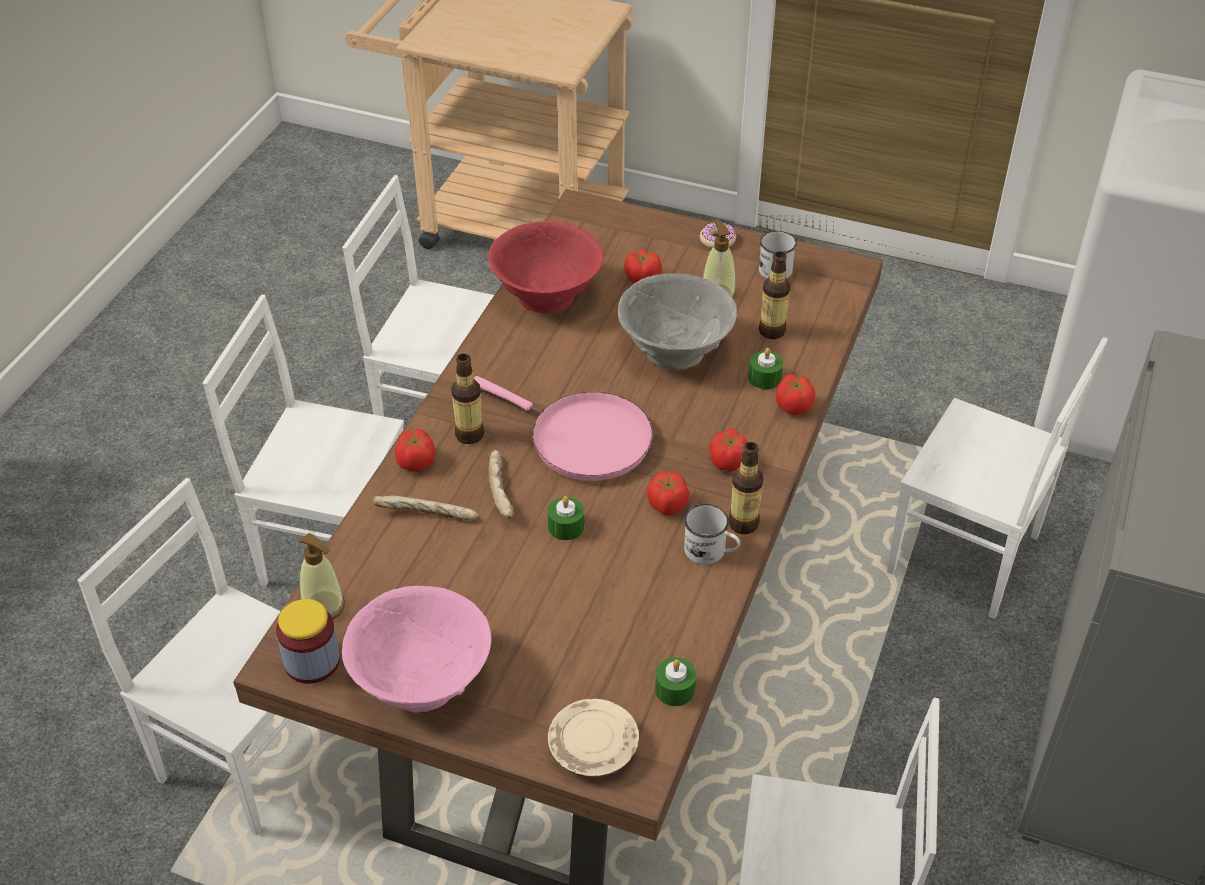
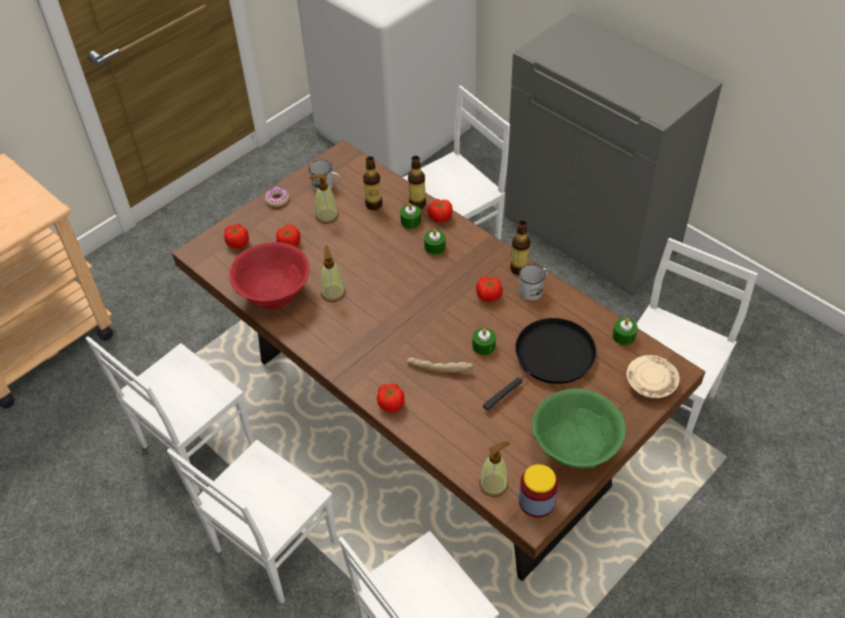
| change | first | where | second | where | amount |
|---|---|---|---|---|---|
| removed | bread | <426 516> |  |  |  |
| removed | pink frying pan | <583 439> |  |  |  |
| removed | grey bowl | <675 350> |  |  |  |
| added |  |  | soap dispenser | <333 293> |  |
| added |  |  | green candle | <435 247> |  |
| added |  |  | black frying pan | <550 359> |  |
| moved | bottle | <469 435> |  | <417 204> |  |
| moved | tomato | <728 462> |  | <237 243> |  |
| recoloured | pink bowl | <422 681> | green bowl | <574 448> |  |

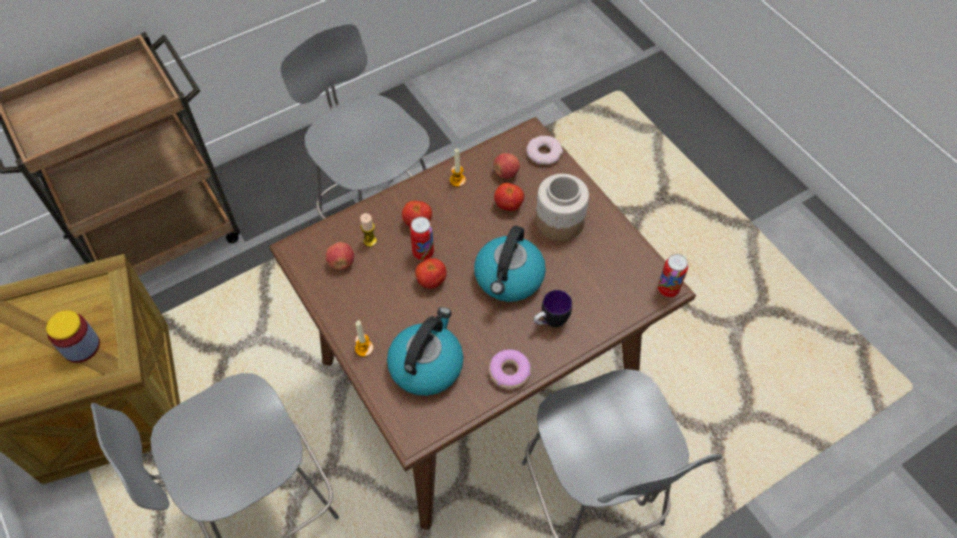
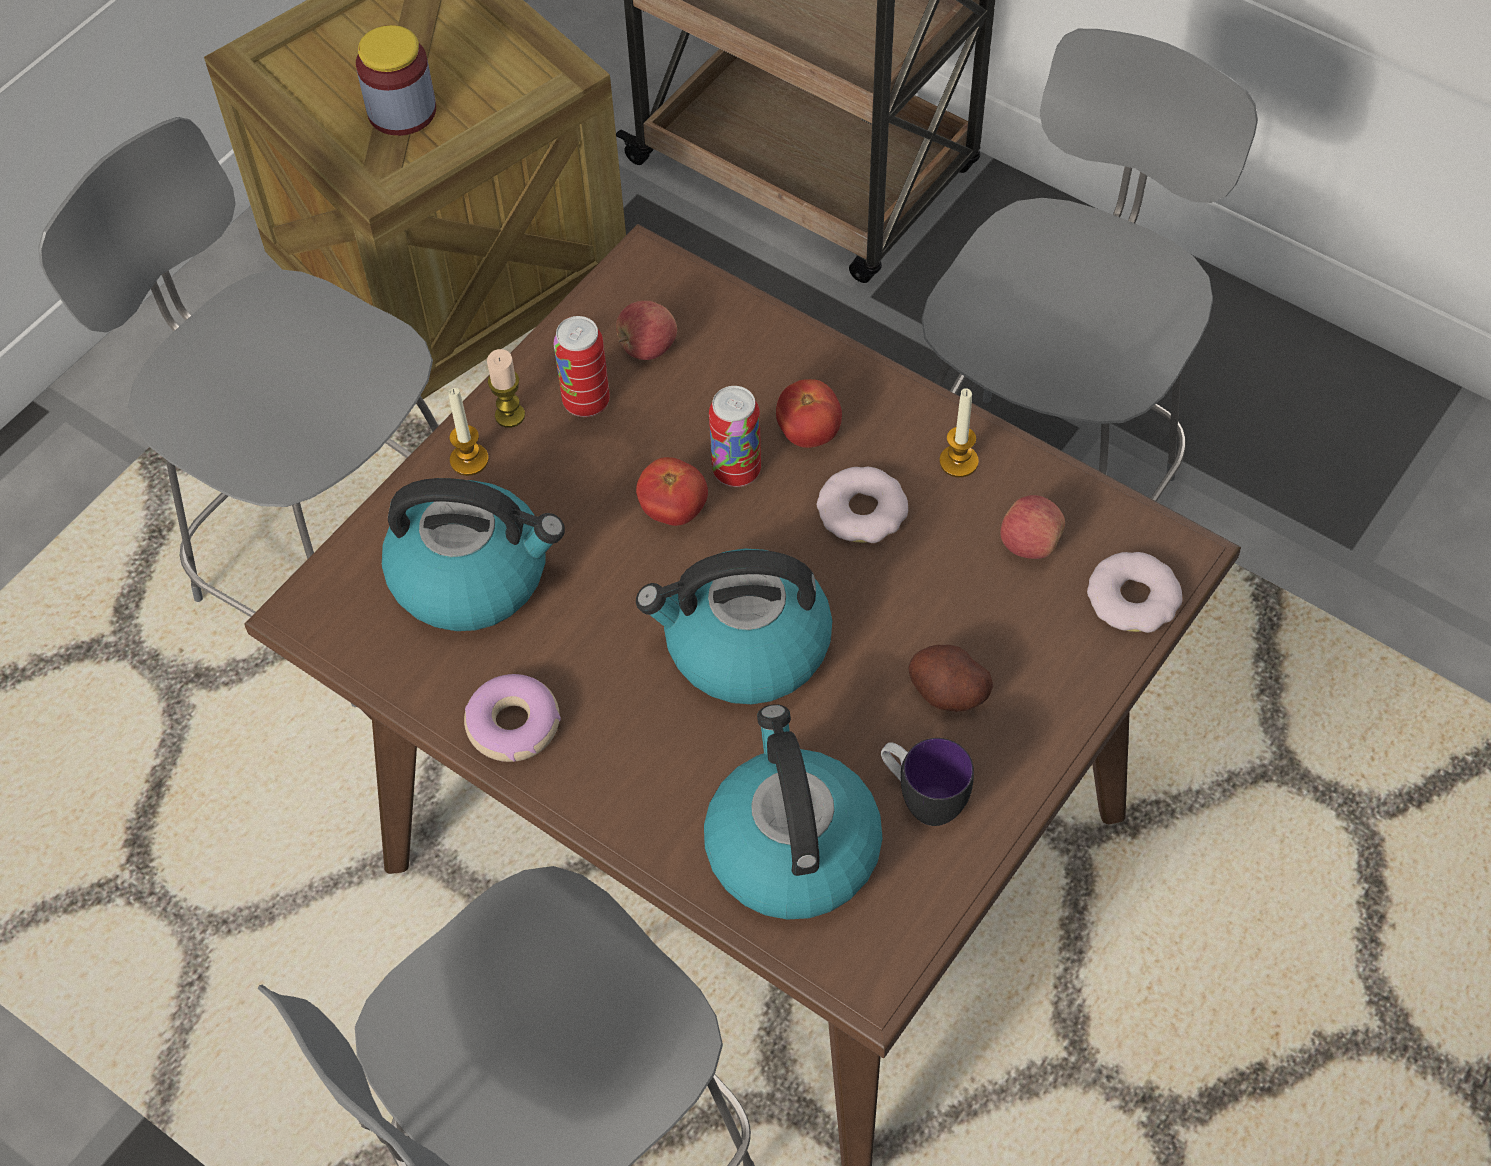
| change | first | where | second | where | amount |
|---|---|---|---|---|---|
| removed | tomato | <508 205> |  |  |  |
| added |  |  | kettle | <791 847> |  |
| added |  |  | donut | <862 511> |  |
| moved | candle | <370 241> |  | <510 415> |  |
| moved | mug | <550 322> |  | <922 799> |  |
| moved | can | <668 289> |  | <586 402> |  |
| replaced | jar | <559 221> | potato | <948 692> |  |

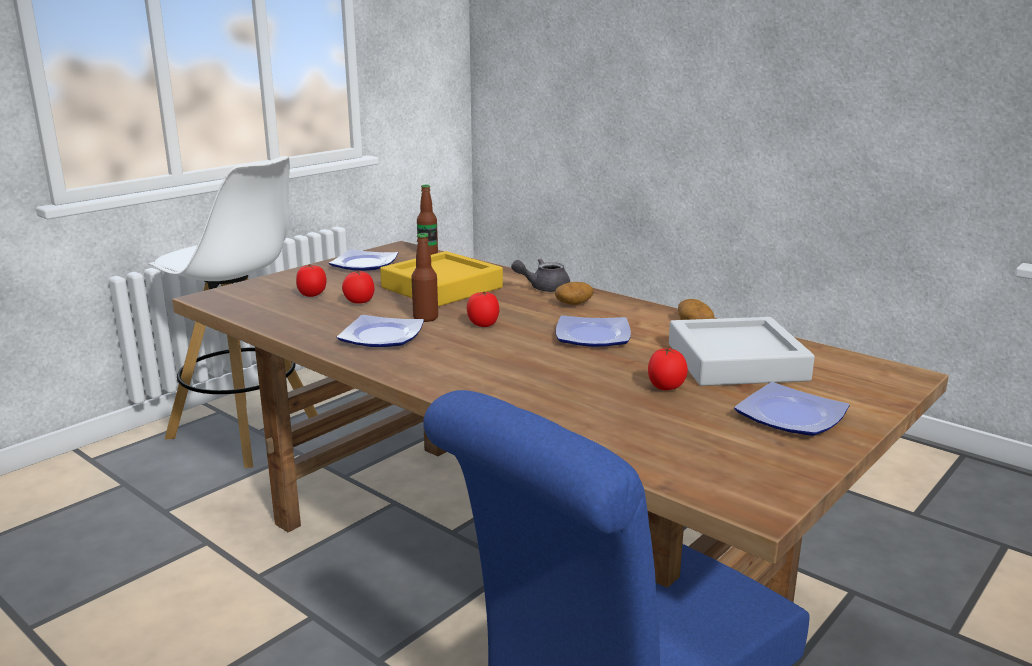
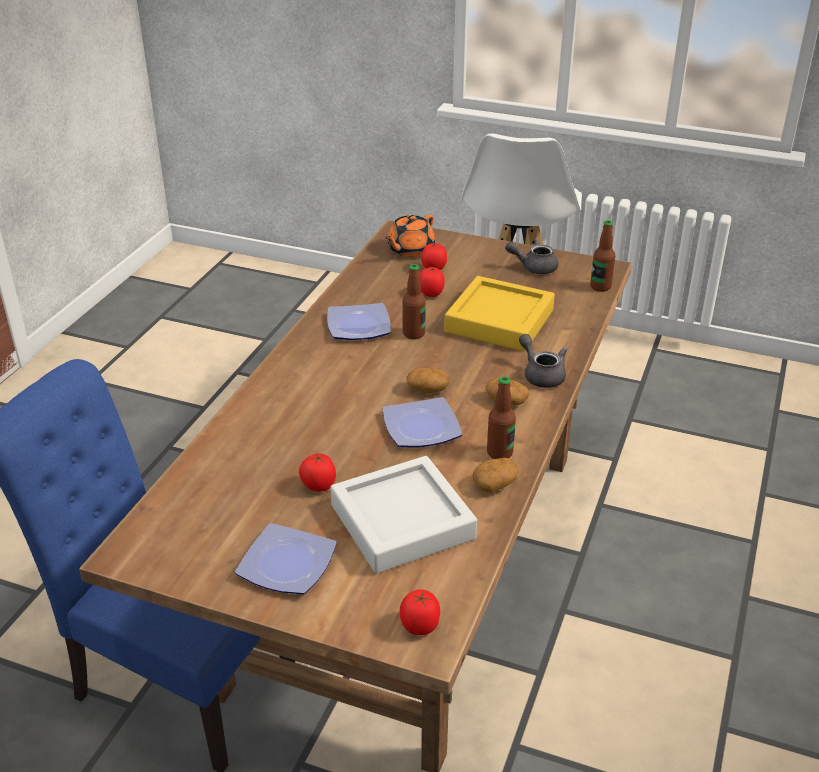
| change | first | where | second | where | amount |
|---|---|---|---|---|---|
| added |  |  | orange teapot | <410 250> |  |
| added |  |  | potato | <427 389> |  |
| added |  |  | bottle | <499 453> |  |
| moved | tomato | <483 325> |  | <420 626> |  |
| replaced | plate | <365 265> | grey teapot | <534 267> |  |

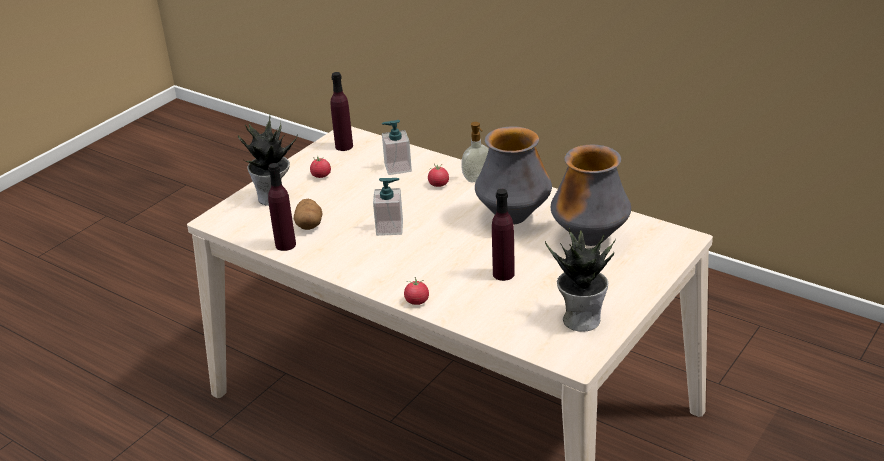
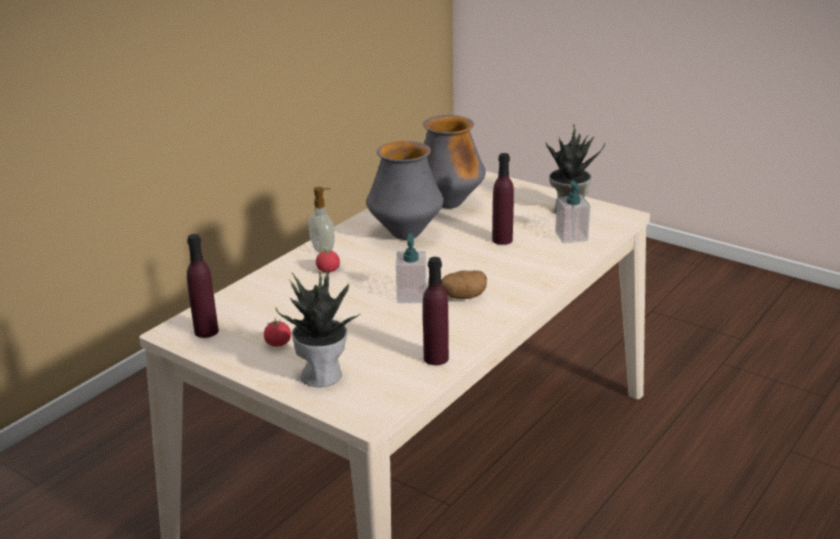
| change | first | where | second | where | amount |
|---|---|---|---|---|---|
| removed | tomato | <417 301> |  |  |  |
| moved | potato | <309 224> |  | <463 297> |  |
| moved | soap dispenser | <397 168> |  | <571 236> |  |

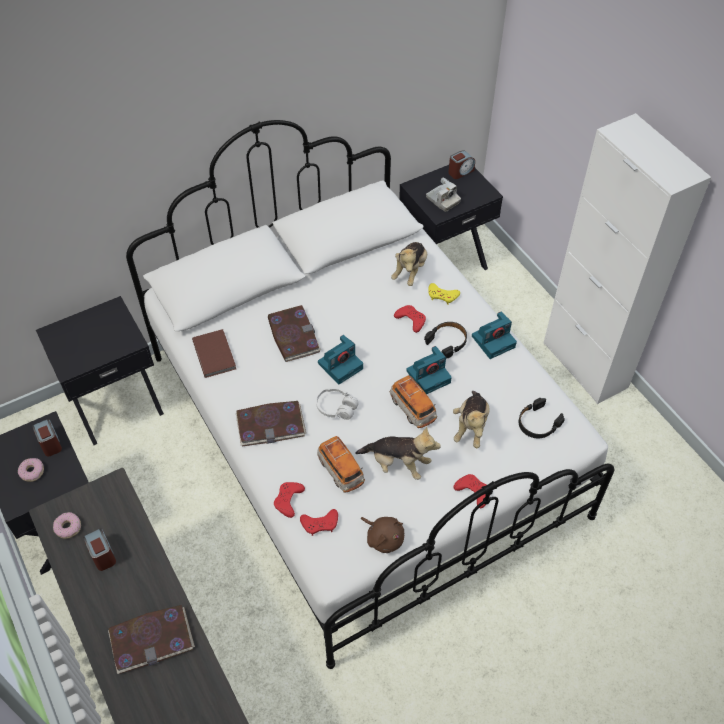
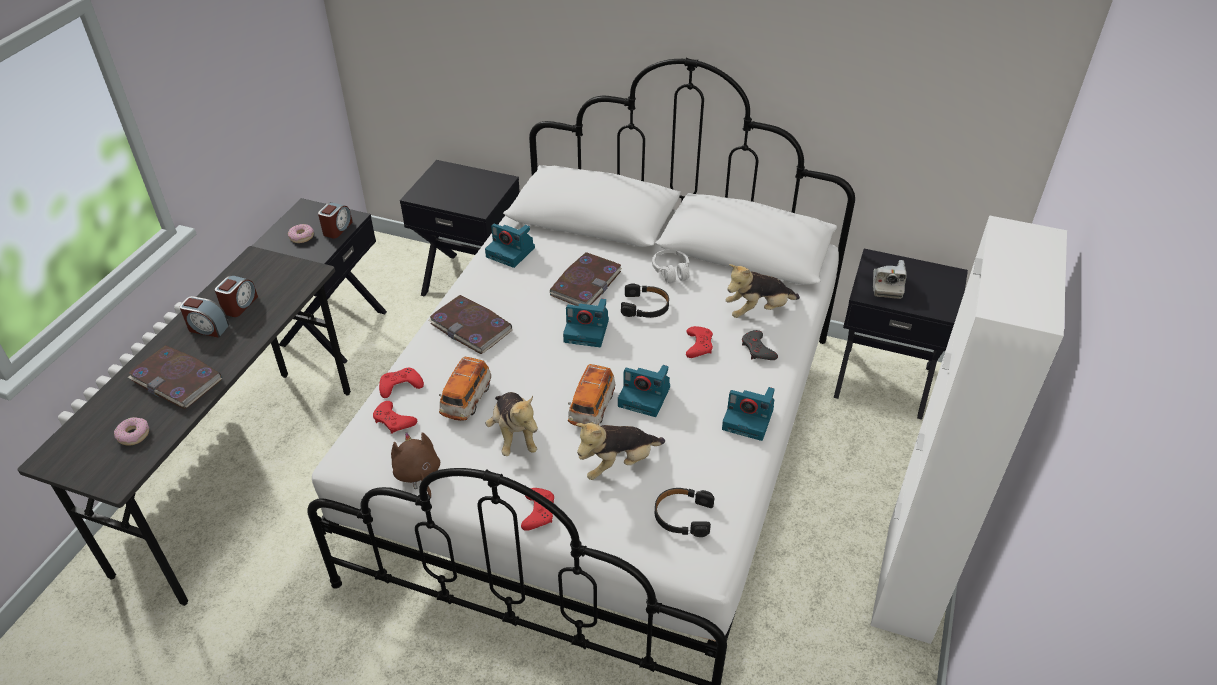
| change | first | where | second | where | amount |
|---|---|---|---|---|---|
| moved | donut | <68 527> |  | <133 435> |  |
| moved | white headphones | <336 408> |  | <671 271> |  |
| moved | black headphones | <447 341> |  | <645 307> |  |
| moved | alarm clock | <460 172> |  | <208 328> |  |
| replaced | brown book | <215 354> | photo camera | <511 252> |  |
| recoloured | yellow game controller | <442 296> | grey game controller | <757 349> |  |
| turned | brown plush toy | <383 538> |  | <417 474> | 150 degrees clockwise |

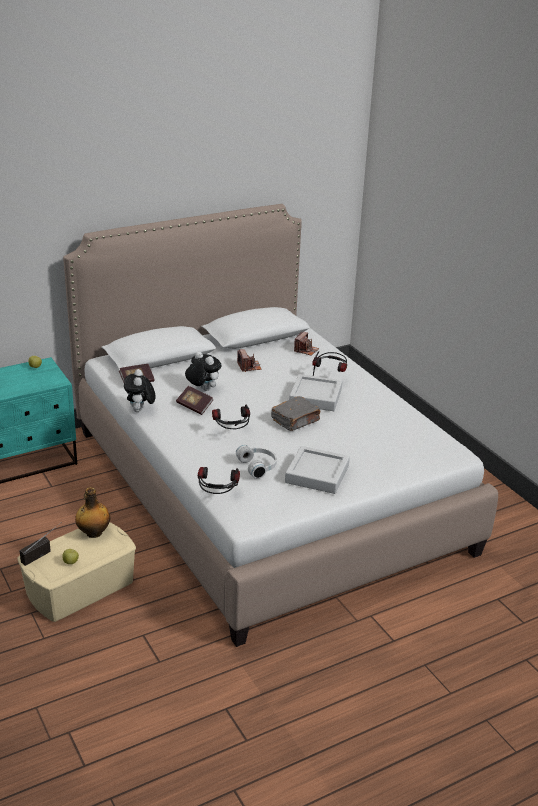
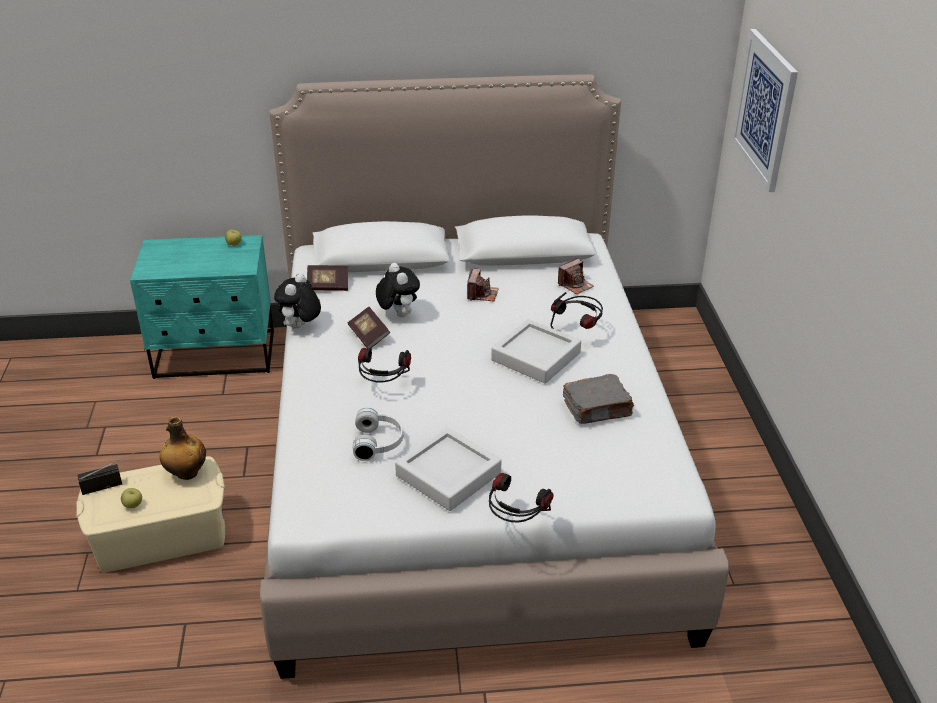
| change | first | where | second | where | amount |
|---|---|---|---|---|---|
| added |  |  | picture | <765 109> |  |
| moved | headphones | <217 498> |  | <516 523> |  |
| moved | grey book | <296 421> |  | <597 409> |  |

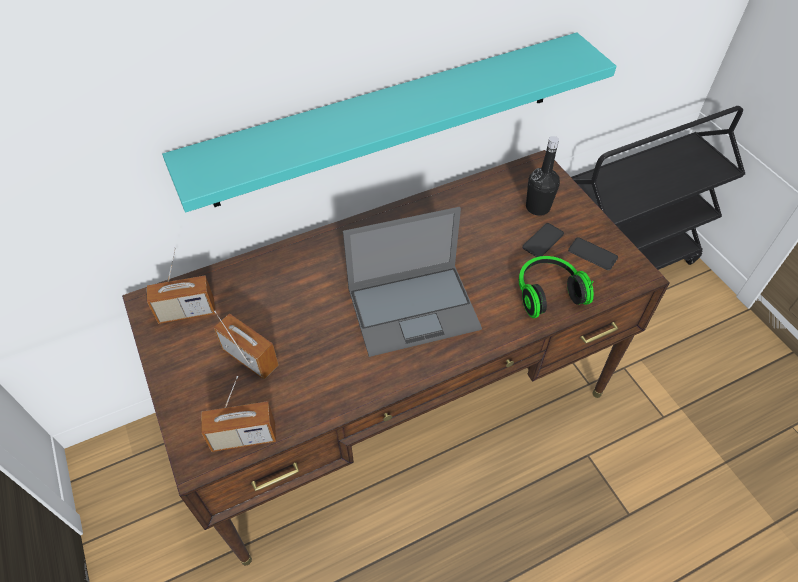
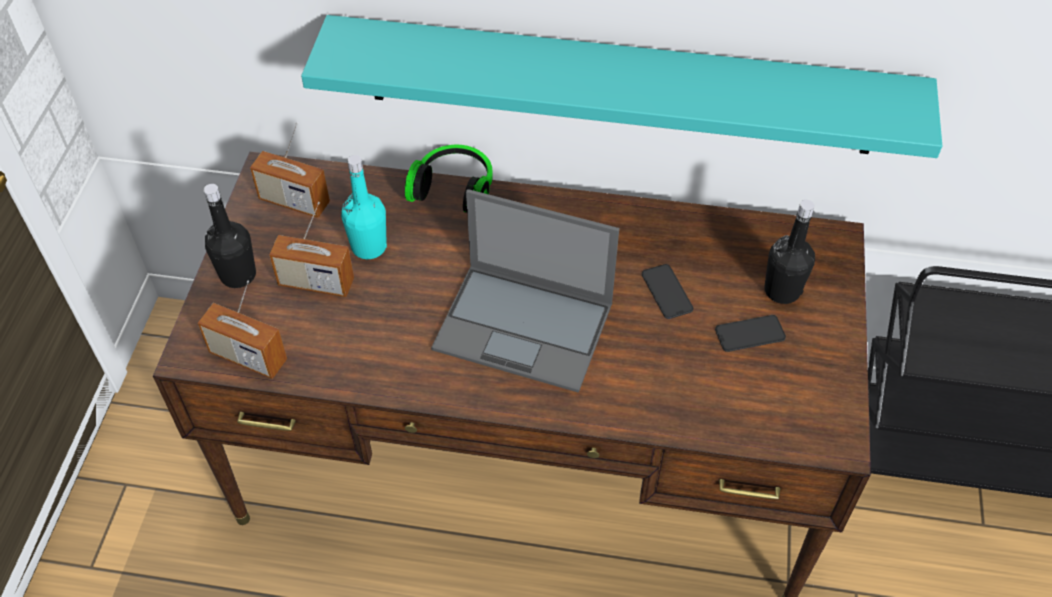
| change | first | where | second | where | amount |
|---|---|---|---|---|---|
| added |  |  | black bottle | <238 275> |  |
| added |  |  | turquoise bottle | <369 247> |  |
| moved | headphones | <547 292> |  | <455 189> |  |
| moved | phone | <592 254> |  | <667 292> |  |
| turned | radio | <250 358> |  | <316 282> | 120 degrees clockwise |

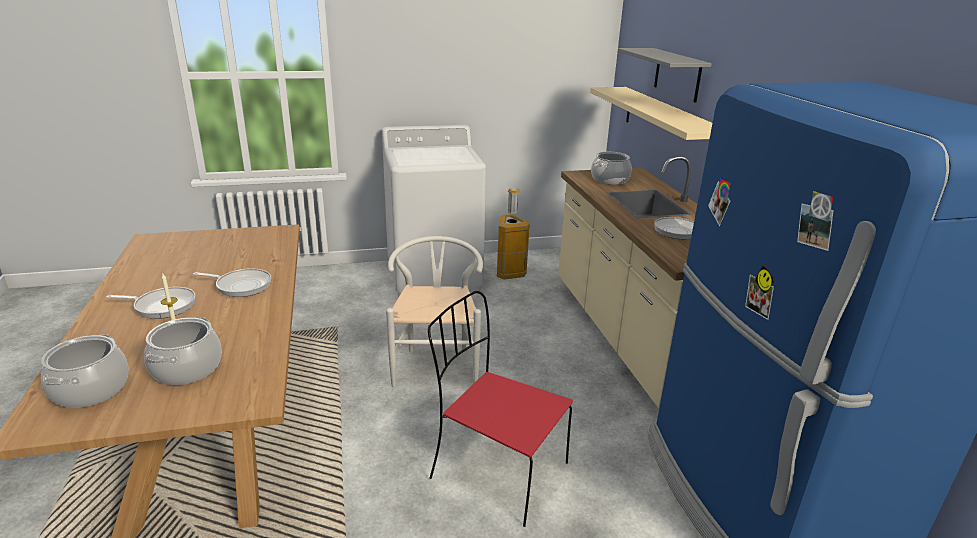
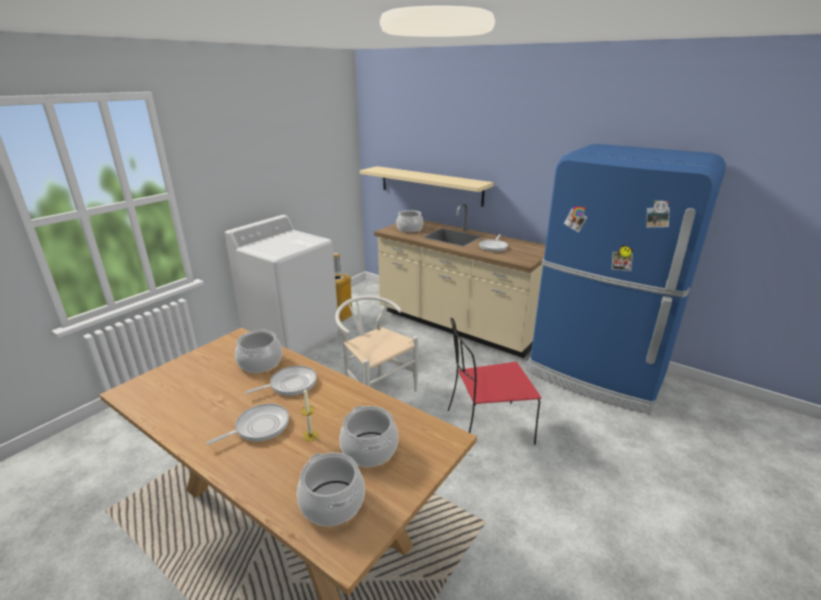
| change | first | where | second | where | amount |
|---|---|---|---|---|---|
| removed | grey shelf | <677 74> |  |  |  |
| added |  |  | cooking pot | <260 362> |  |

